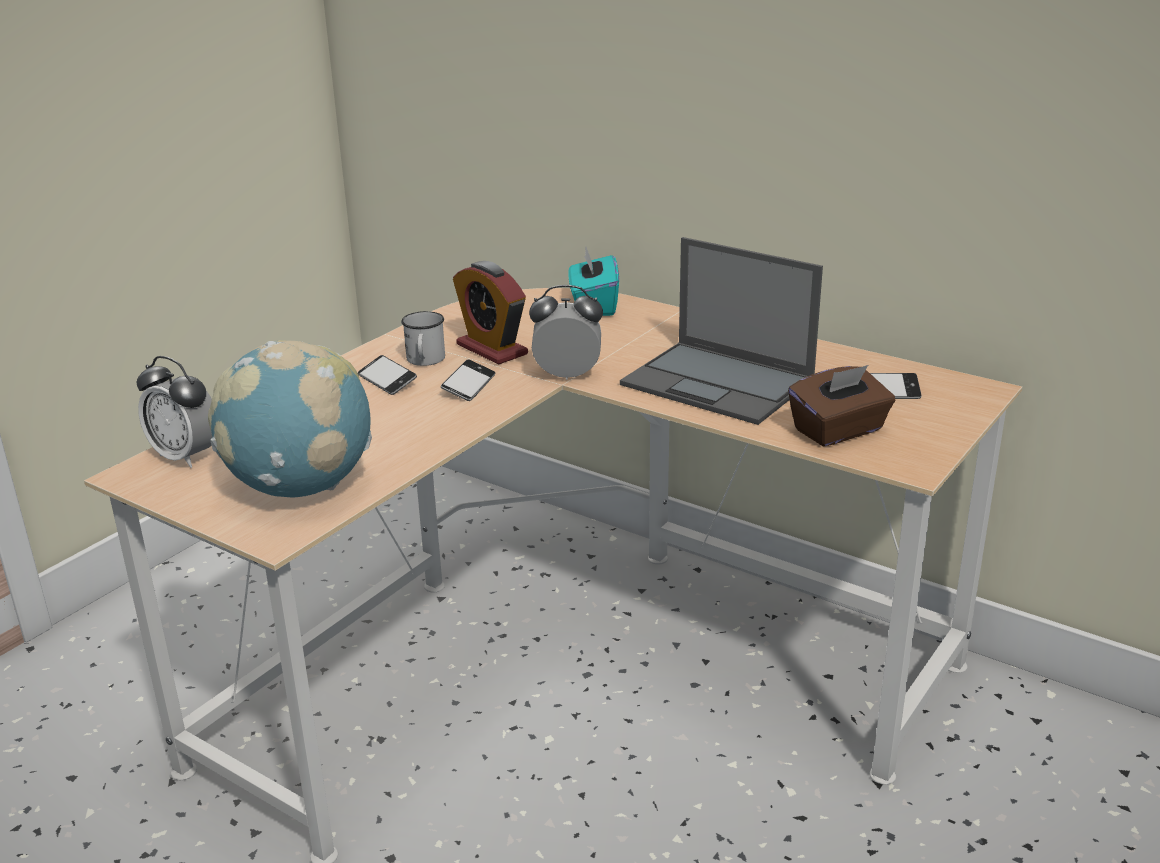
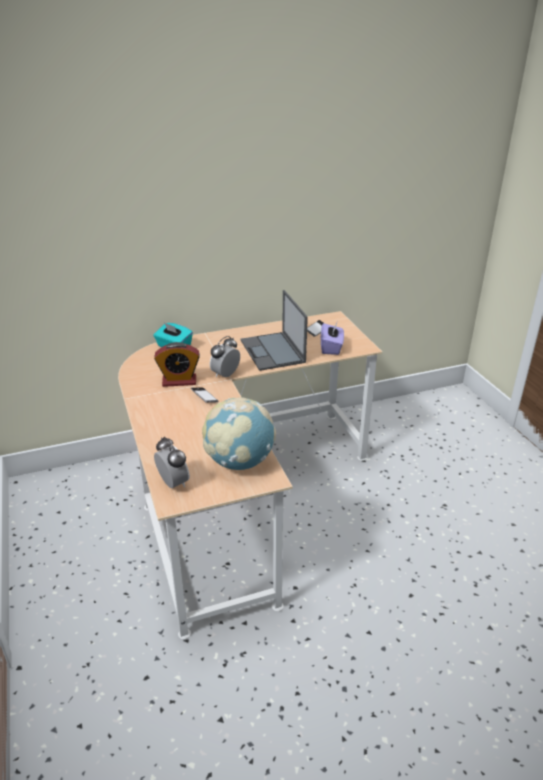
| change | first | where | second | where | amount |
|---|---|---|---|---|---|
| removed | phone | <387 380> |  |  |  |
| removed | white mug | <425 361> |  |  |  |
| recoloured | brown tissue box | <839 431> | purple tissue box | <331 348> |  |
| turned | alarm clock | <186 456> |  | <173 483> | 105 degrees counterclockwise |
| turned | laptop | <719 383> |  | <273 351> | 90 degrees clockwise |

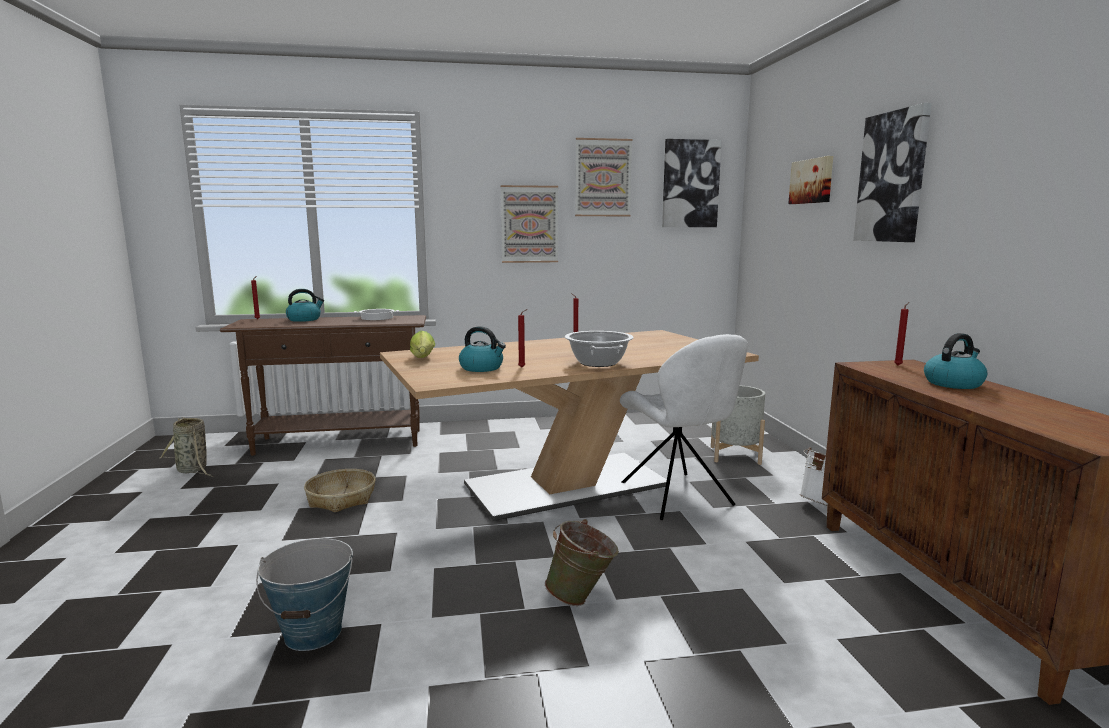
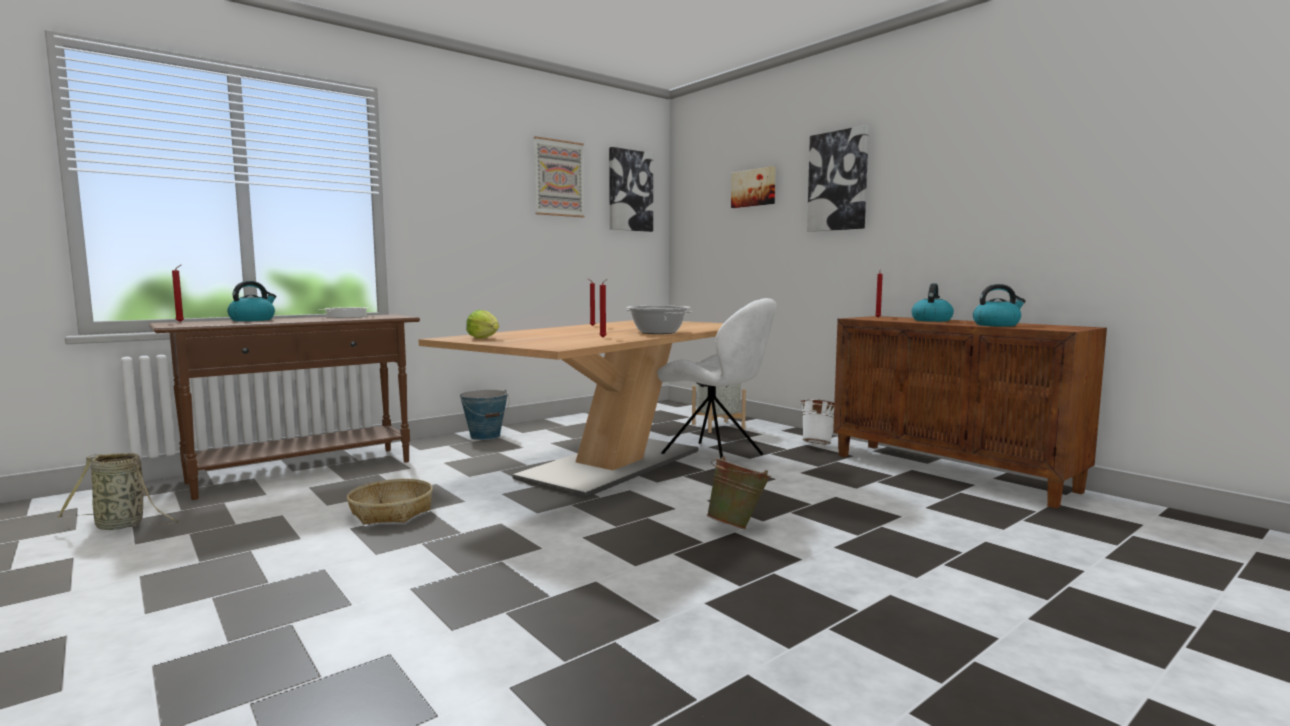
| change | first | where | second | where | amount |
|---|---|---|---|---|---|
| removed | picture | <529 224> |  |  |  |
| moved | bucket | <313 633> |  | <485 436> |  |
| moved | kettle | <482 368> |  | <996 325> |  |

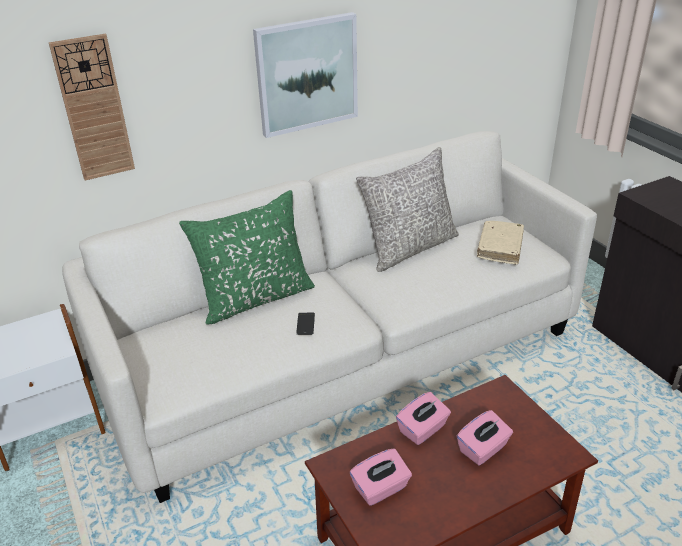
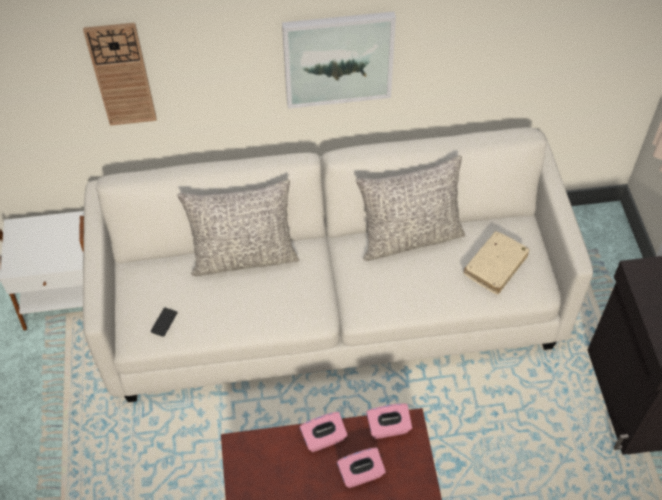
| change | first | where | second | where | amount |
|---|---|---|---|---|---|
| moved | phone | <305 324> |  | <164 322> |  |
| moved | pink tissue box | <381 489> |  | <388 428> |  |
| recoloured | green pillow | <255 298> | grey pillow | <244 256> |  |

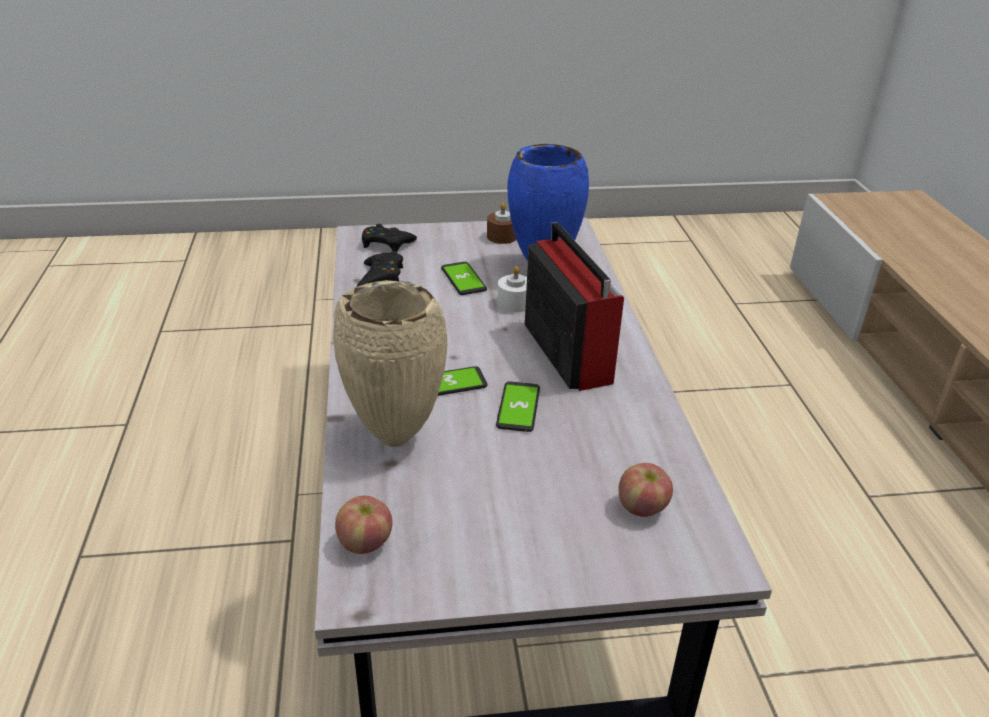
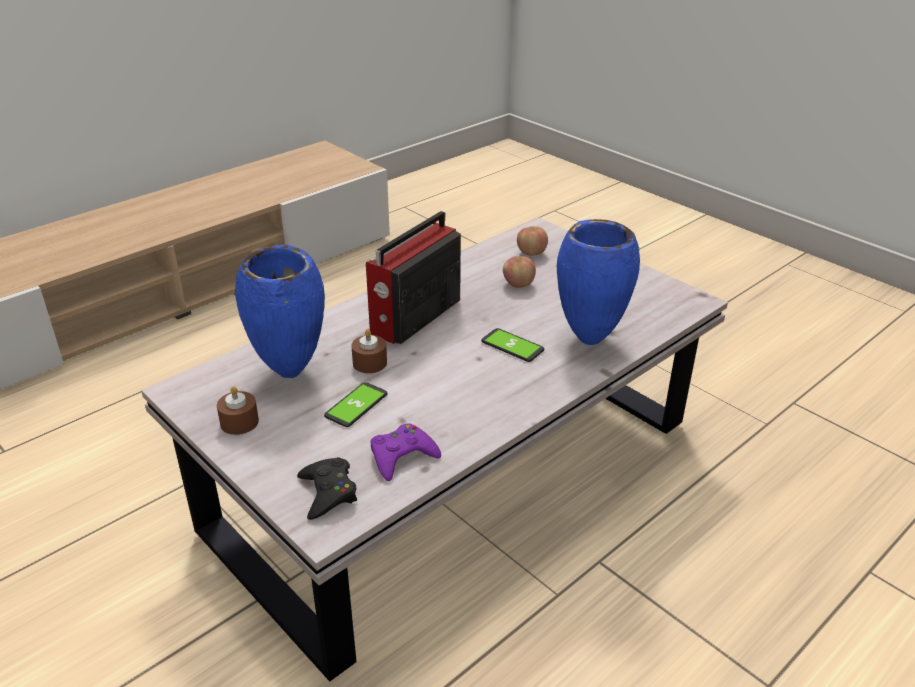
| change | first | where | second | where | amount |
|---|---|---|---|---|---|
| removed | phone | <518 407> |  |  |  |
| moved | apple | <365 542> |  | <518 284> |  |
| recoloured | beige vase | <397 437> | blue vase | <588 340> |  |
| recoloured | black game controller | <381 276> | purple game controller | <402 456> |  |
| recoloured | white candle | <514 303> | brown candle | <369 363> |  |

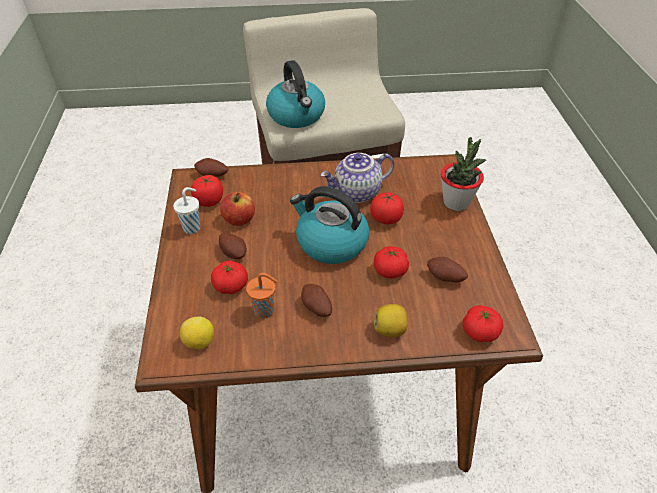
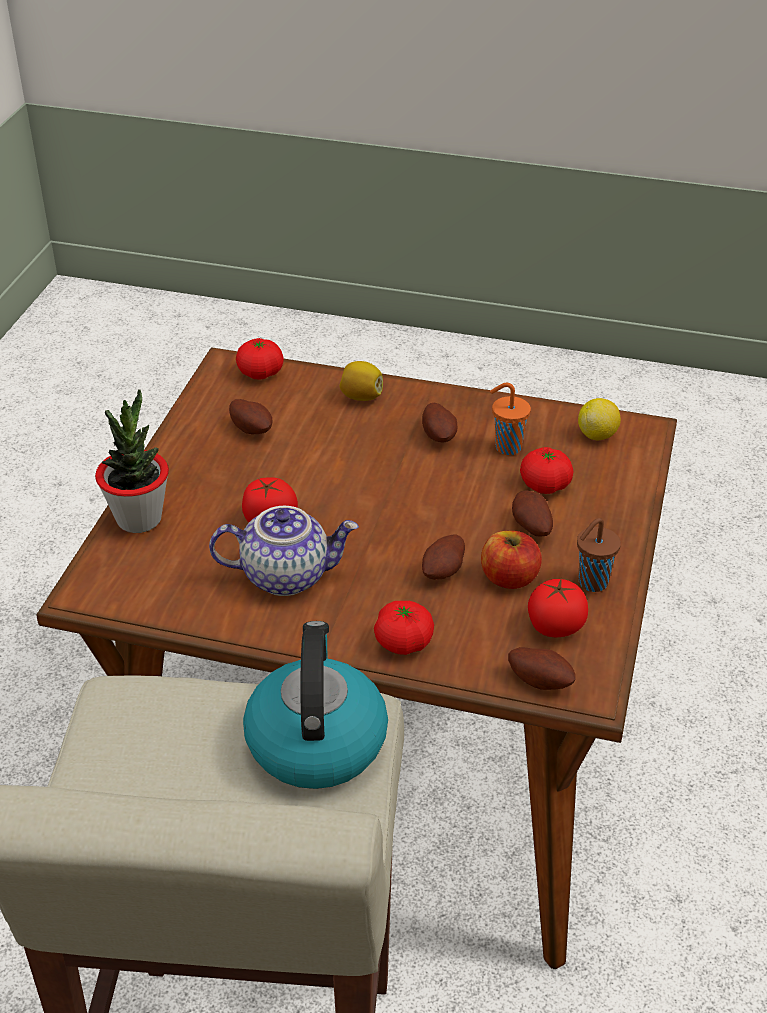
| change | first | where | second | where | amount |
|---|---|---|---|---|---|
| removed | kettle | <330 243> |  |  |  |
| added |  |  | potato | <444 571> |  |
| moved | tomato | <390 271> |  | <403 642> |  |
| recoloured | white cup | <192 227> | brown cup | <591 583> |  |

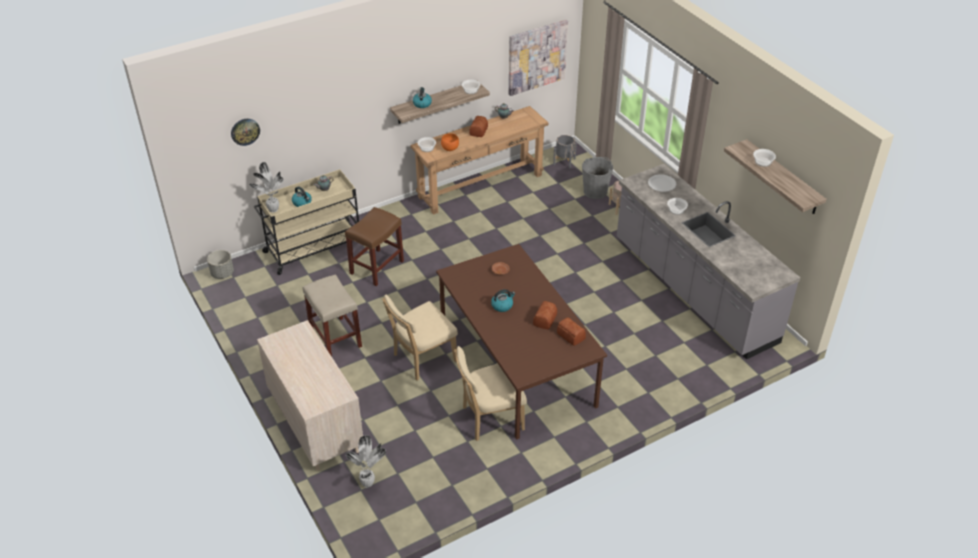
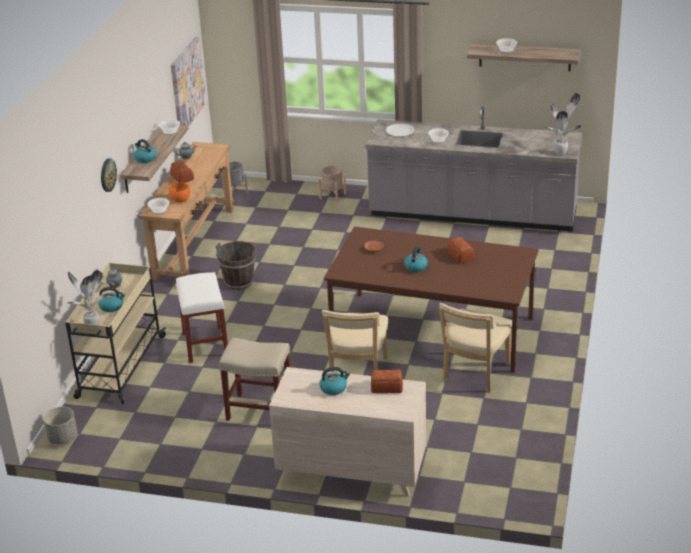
| change | first | where | second | where | amount |
|---|---|---|---|---|---|
| removed | grey bucket | <595 191> |  |  |  |
| added |  |  | brown bucket | <239 282> |  |
| added |  |  | kettle | <334 388> |  |
| moved | wall clock | <245 131> |  | <107 175> |  |
| moved | potted plant | <368 483> |  | <561 152> |  |
| moved | bread | <571 336> |  | <387 387> |  |
| recoloured | brown stool | <377 267> | white stool | <205 344> |  |

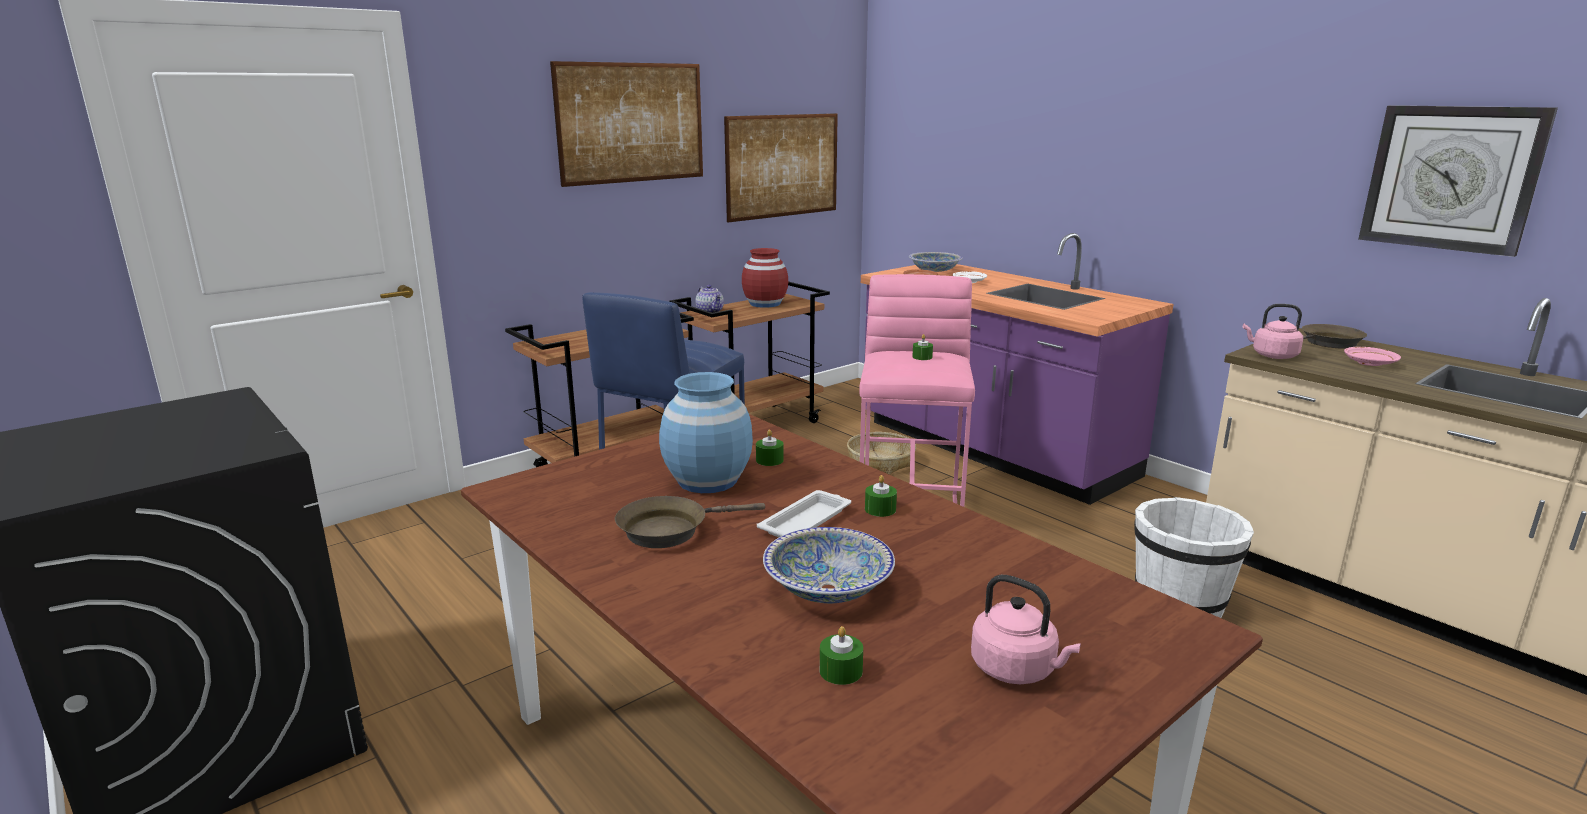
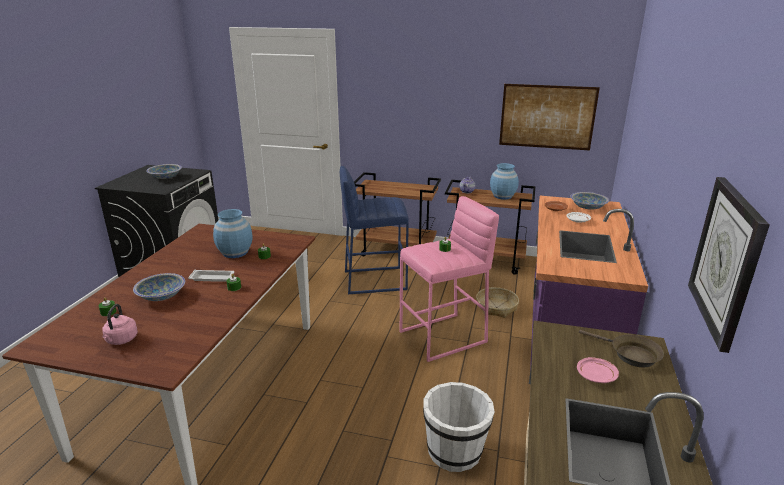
| change | first | where | second | where | amount |
|---|---|---|---|---|---|
| removed | picture | <631 123> |  |  |  |
| removed | brown frying pan | <670 530> |  |  |  |
| removed | pink kettle | <1272 355> |  |  |  |
| added |  |  | bowl | <165 177> |  |
| recoloured | red vase | <765 304> | blue vase | <503 196> |  |

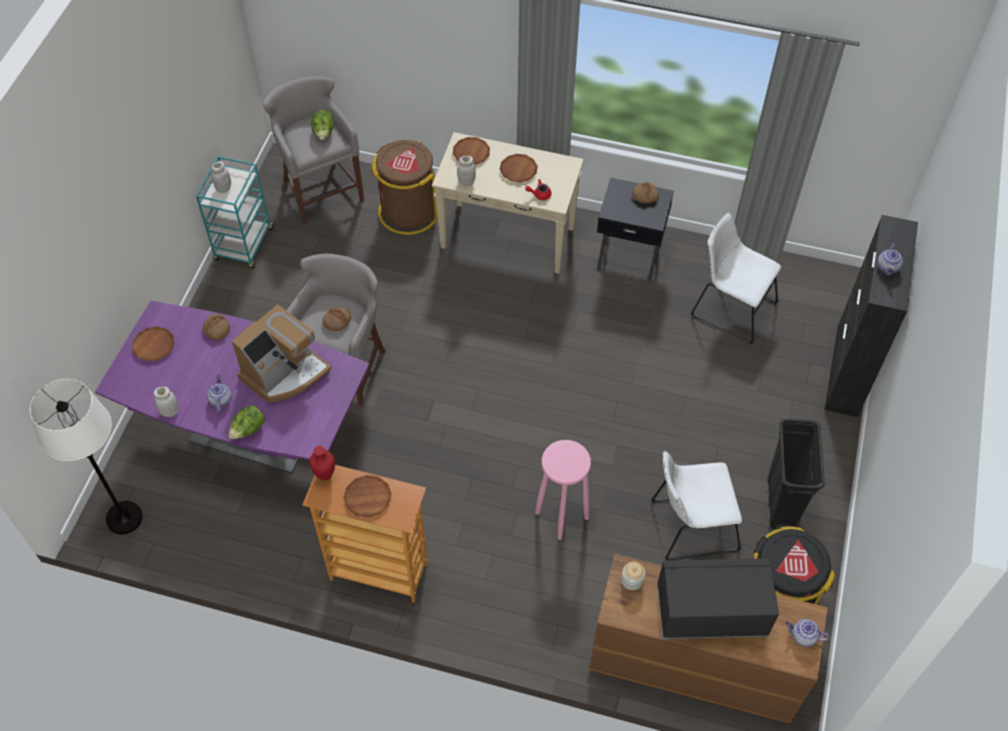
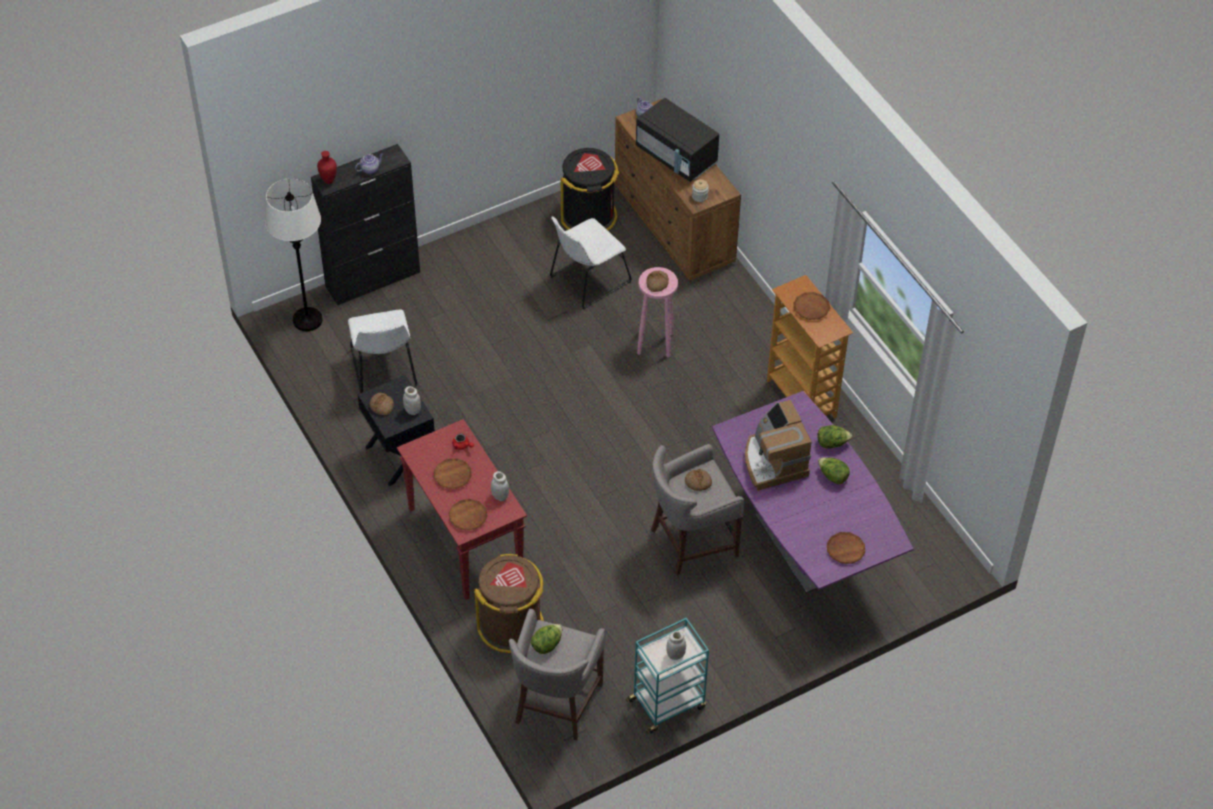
| change | first | where | second | where | amount |
|---|---|---|---|---|---|
| removed | black trash can | <781 503> |  |  |  |
| moved | white floor lamp | <124 518> |  | <307 320> |  |
| moved | white jar | <170 412> |  | <412 410> |  |
| moved | bread | <217 329> |  | <657 283> |  |
| moved | red vase | <325 476> |  | <328 180> |  |
| replaced | teapot | <220 399> | lettuce | <832 476> |  |
| recoloured | beige console table | <509 238> | red console table | <464 540> |  |
| turned | coffee machine | <285 373> |  | <773 461> | 105 degrees counterclockwise |
| turned | white chair | <690 526> |  | <587 281> | 105 degrees clockwise |

